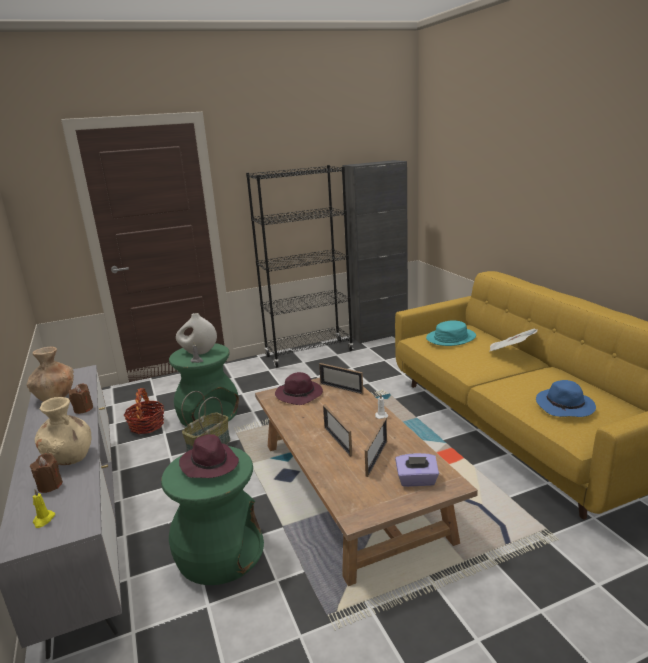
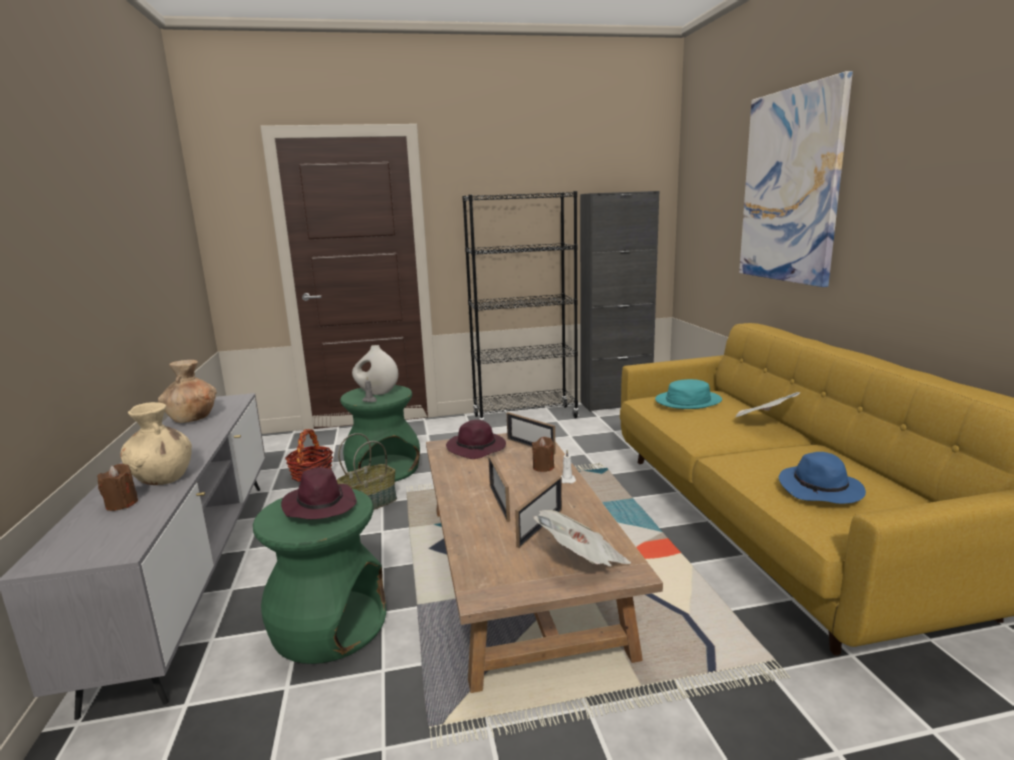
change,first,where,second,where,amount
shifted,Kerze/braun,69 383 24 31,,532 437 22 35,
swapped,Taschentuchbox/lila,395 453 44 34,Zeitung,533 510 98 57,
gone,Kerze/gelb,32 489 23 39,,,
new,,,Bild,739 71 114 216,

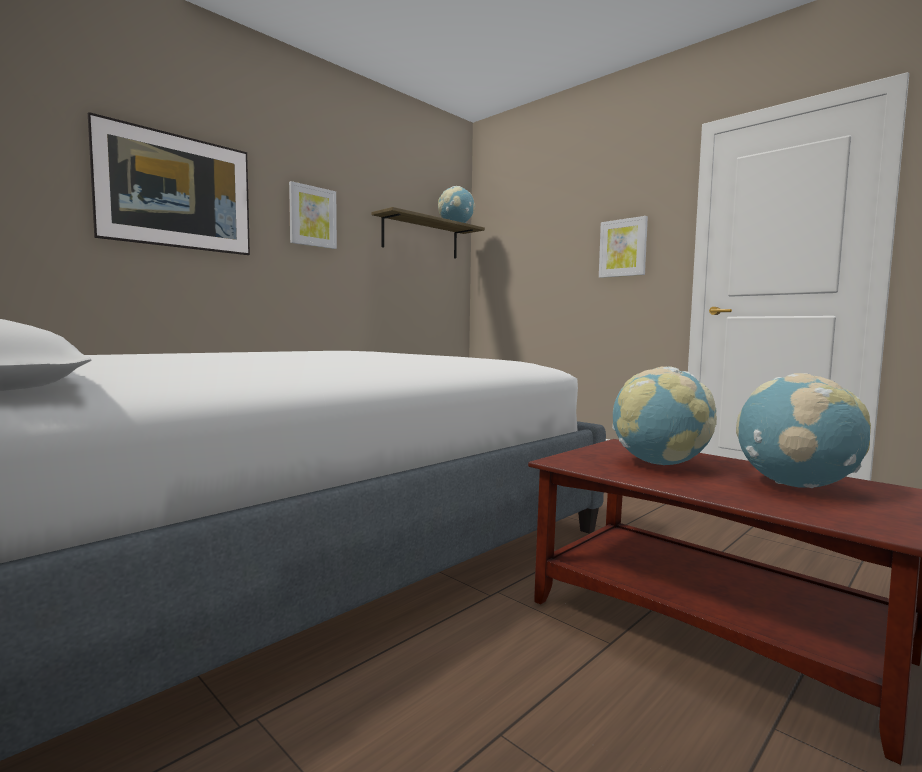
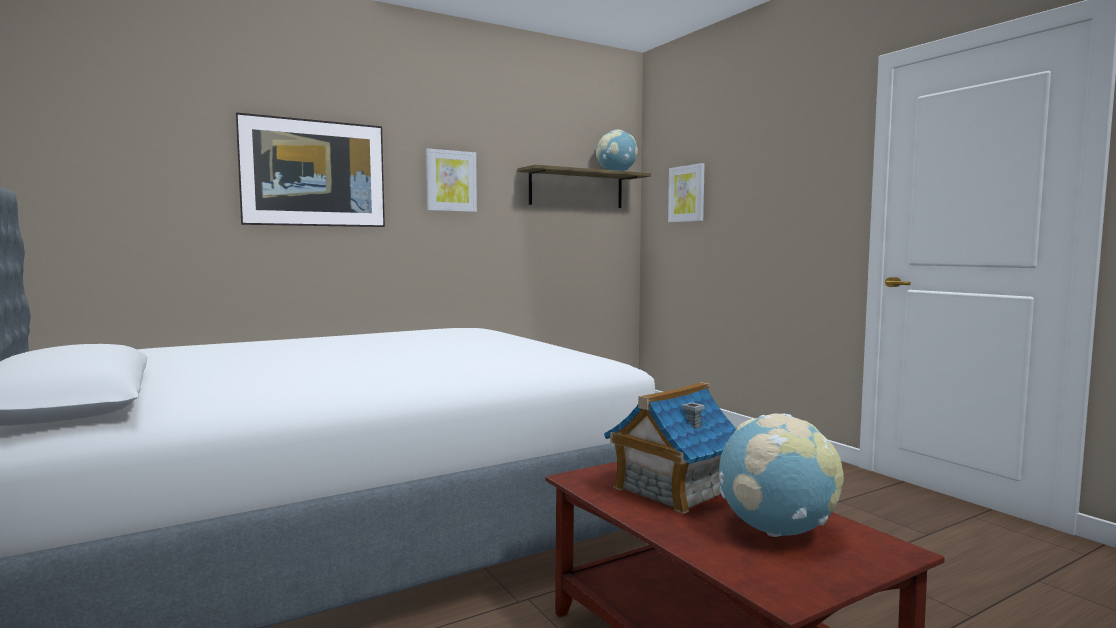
change,first,where,second,where,amount
shifted,Bild,599 216 49 62,,668 163 37 59,
swapped,Globus,612 366 105 99,Spielzeughaus,604 382 132 132,

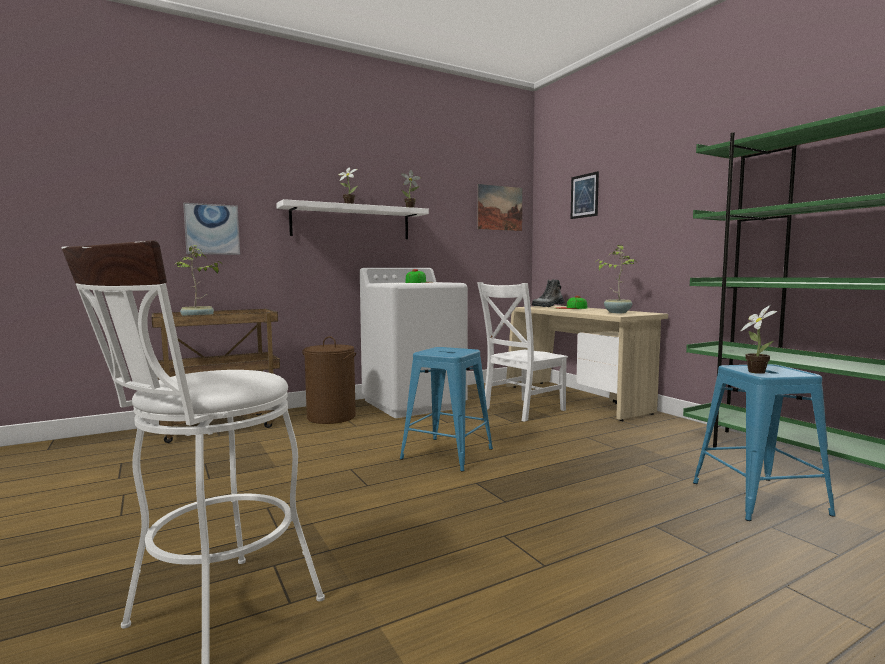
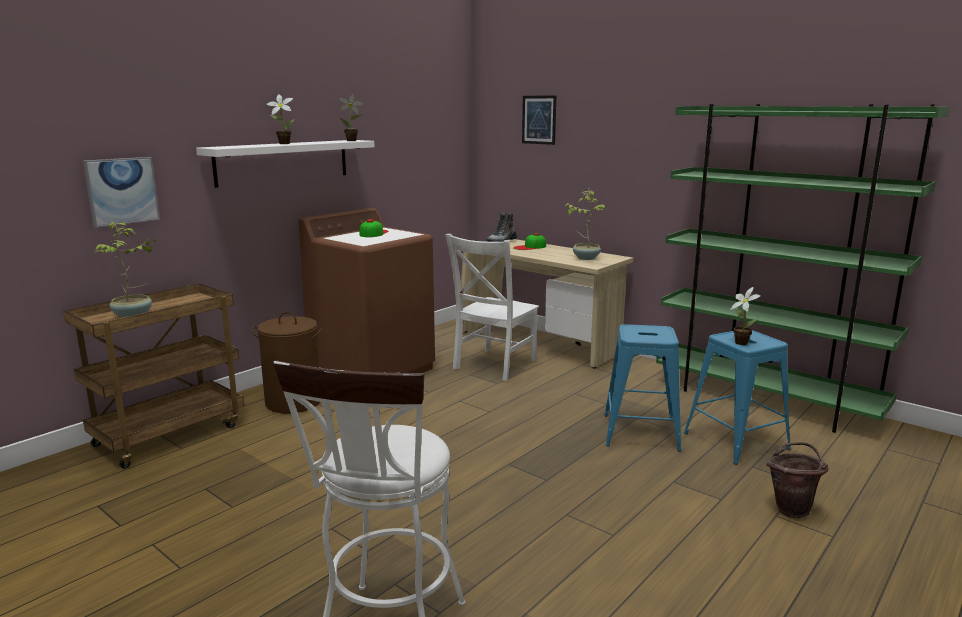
change,first,where,second,where,amount
gone,Bild,477 184 46 47,,,
repainted,Waschmaschine/weiß,360 268 108 150,Waschmaschine/braun,299 208 136 165,
shifted,Hocker/blau,400 347 93 125,,604 324 77 128,
new,,,Eimer/braun,766 442 63 77,

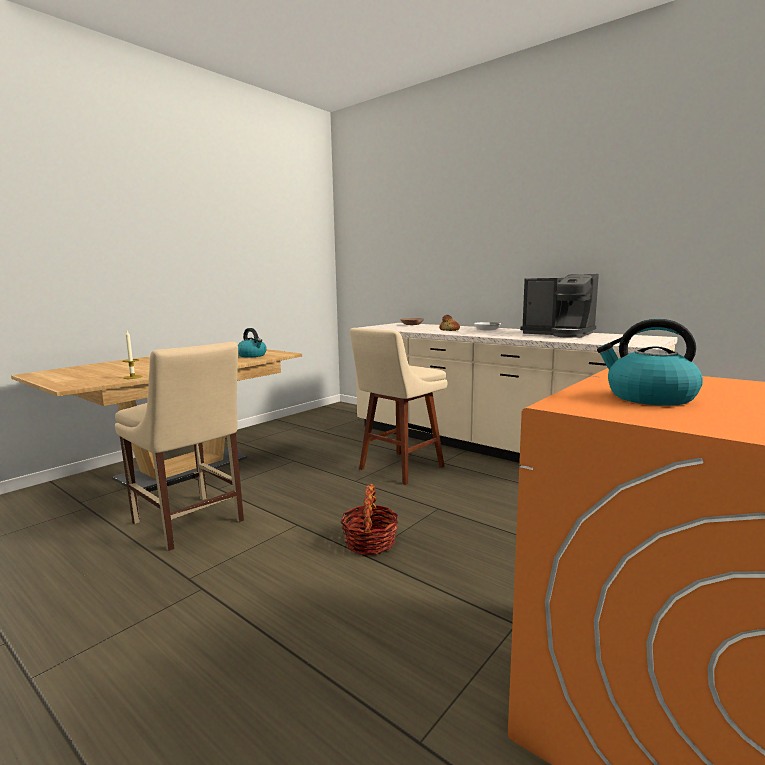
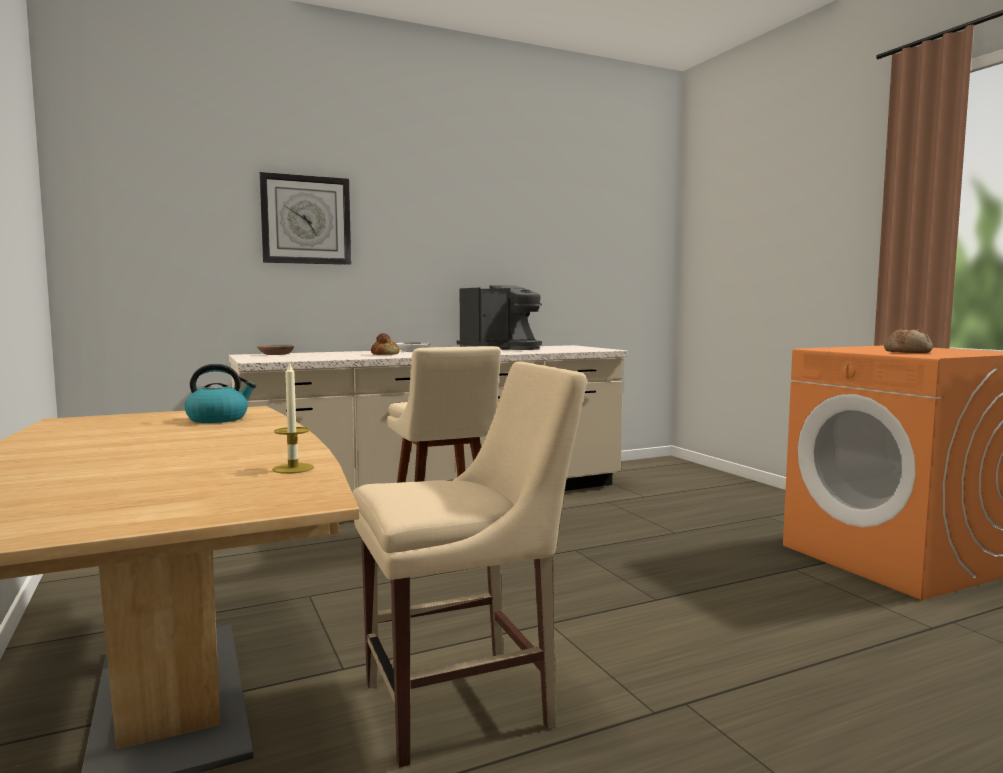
change,first,where,second,where,amount
swapped,Wasserkessel,597 319 106 87,Brot,884 329 49 24,
gone,Korb,341 484 57 71,,,
new,,,Wanduhr,260 172 91 93,

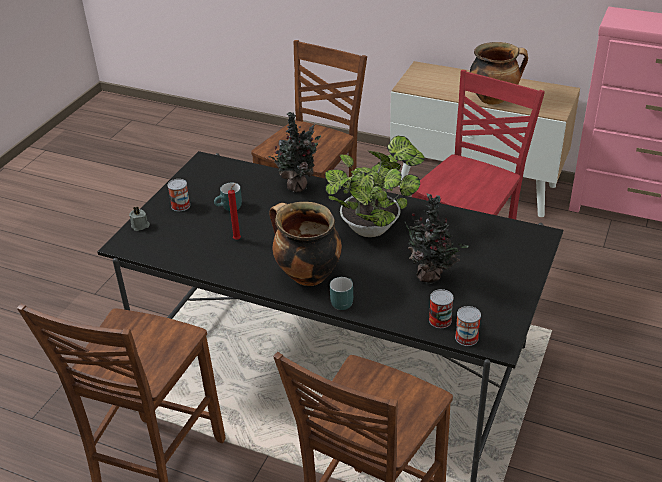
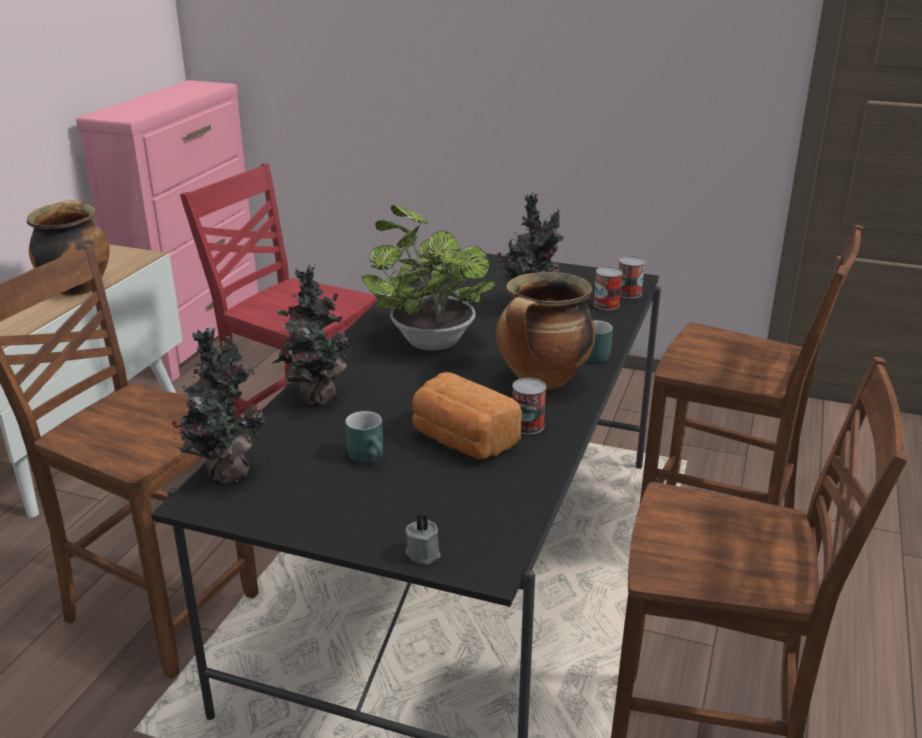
change,first,where,second,where,amount
shifted,Dose,167 179 23 32,,513 378 33 56,
swapped,Kerze/rot,228 183 13 57,Brot,412 372 110 87,
new,,,Topfpflanze,172 327 93 158,

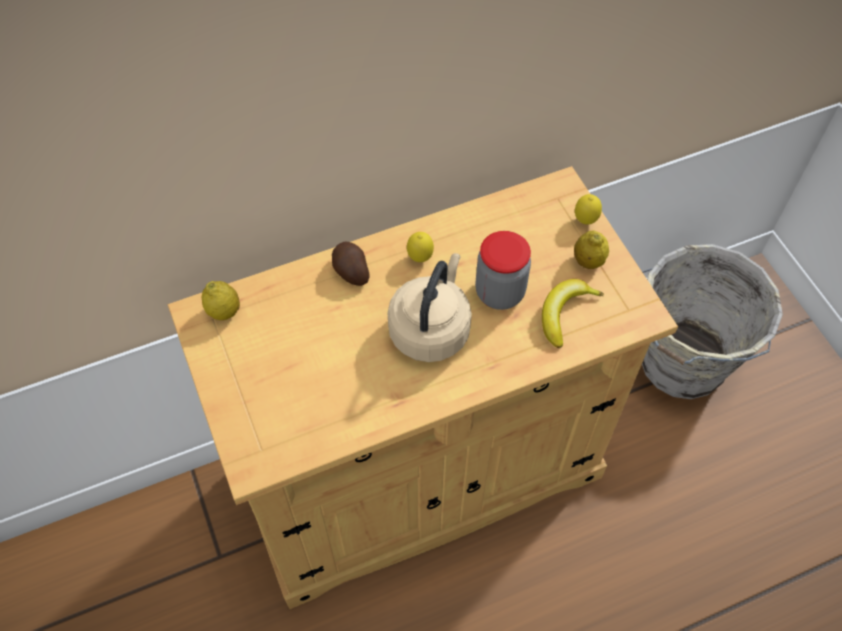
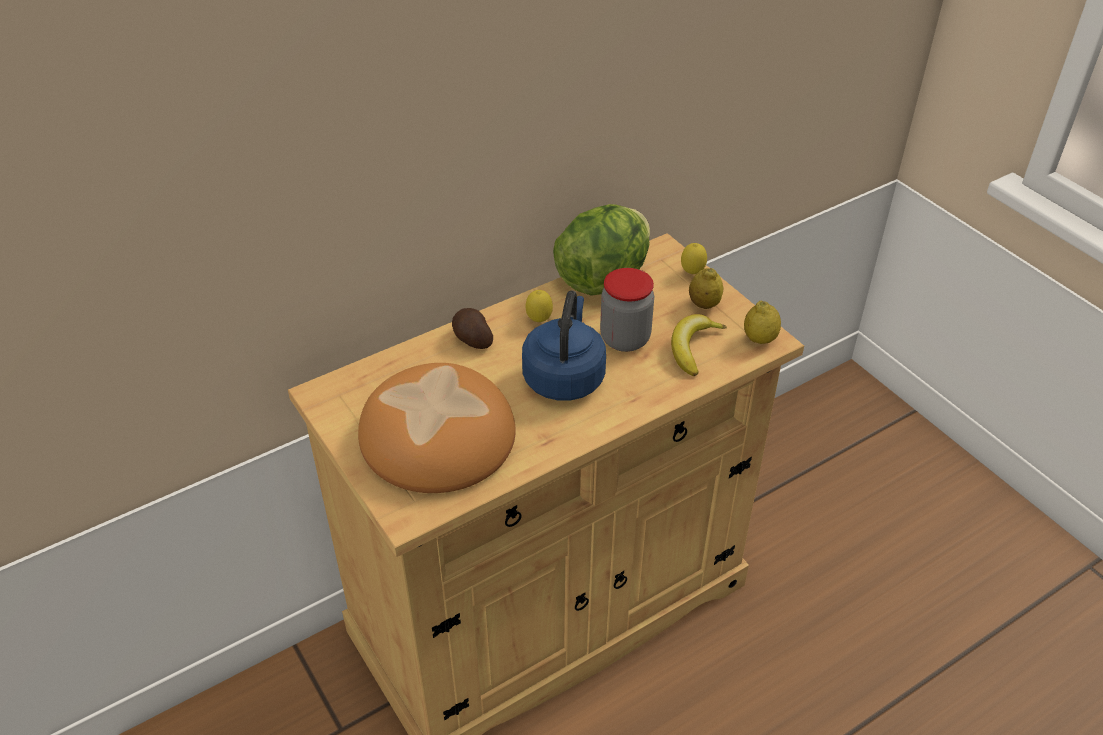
change,first,where,second,where,amount
gone,Eimer/grau,642 244 141 155,,,
repainted,Wasserkessel/beige,388 253 84 109,Wasserkessel/blau,522 291 84 110,
shifted,Zitrone,202 281 38 39,,744 301 37 43,
new,,,Salatkopf,553 204 97 92,
new,,,Brot,358 363 158 130,

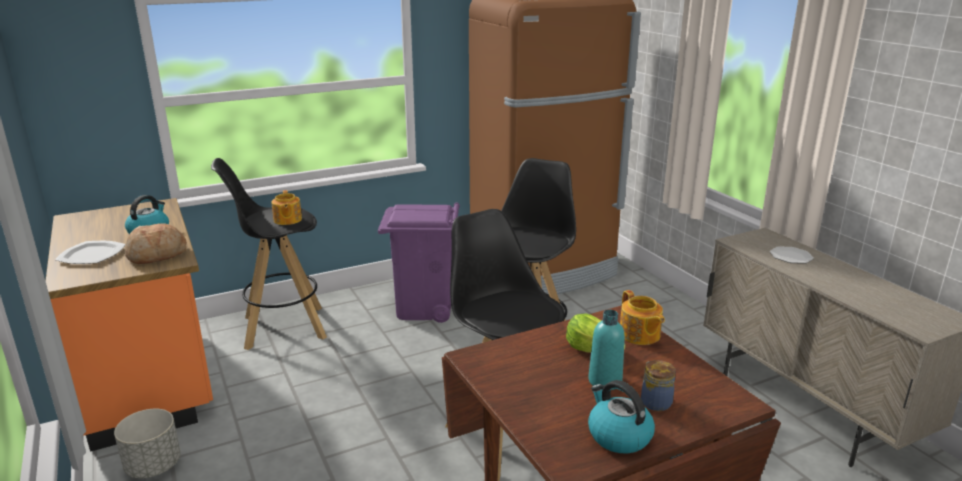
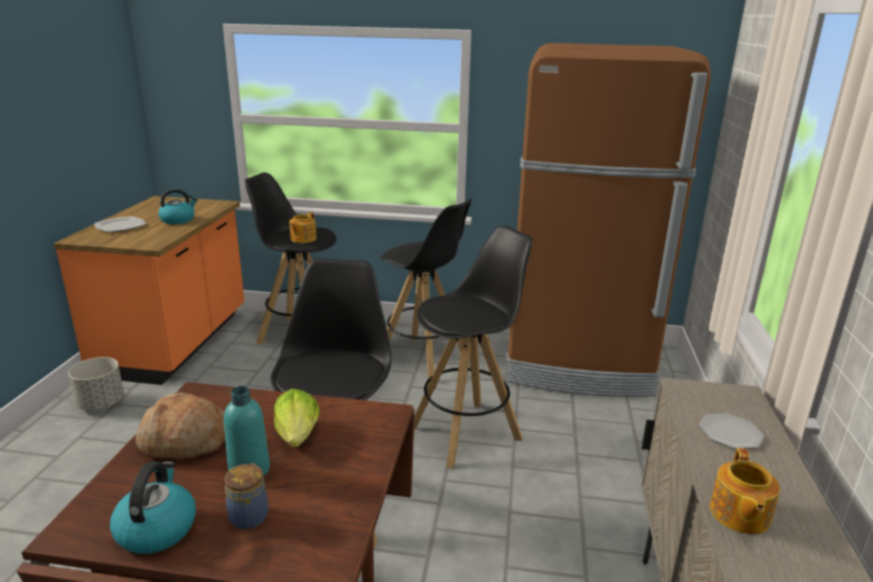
change,first,where,second,where,amount
swapped,Mülleimer/lila,378 202 82 121,Hocker/schwarz,380 198 92 185,
shifted,Brot,125 223 62 41,,136 392 89 67,
shifted,Teekanne,620 290 45 55,,710 448 70 86,

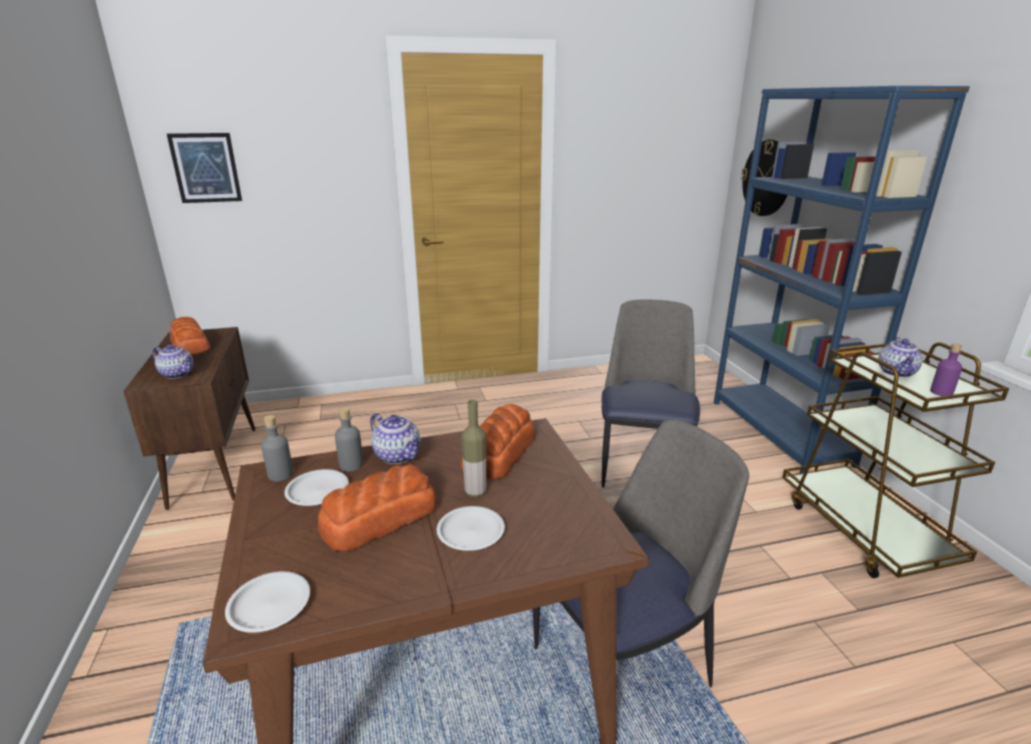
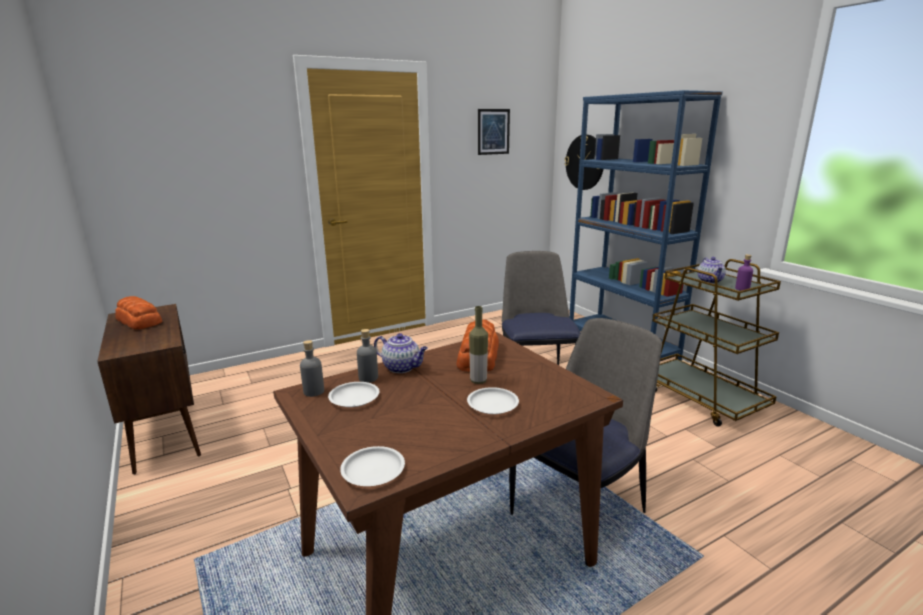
change,first,where,second,where,amount
shifted,Bild,167 133 75 70,,478 109 32 46,
gone,Teekanne,152 344 41 35,,,
gone,Brot,318 464 119 87,,,

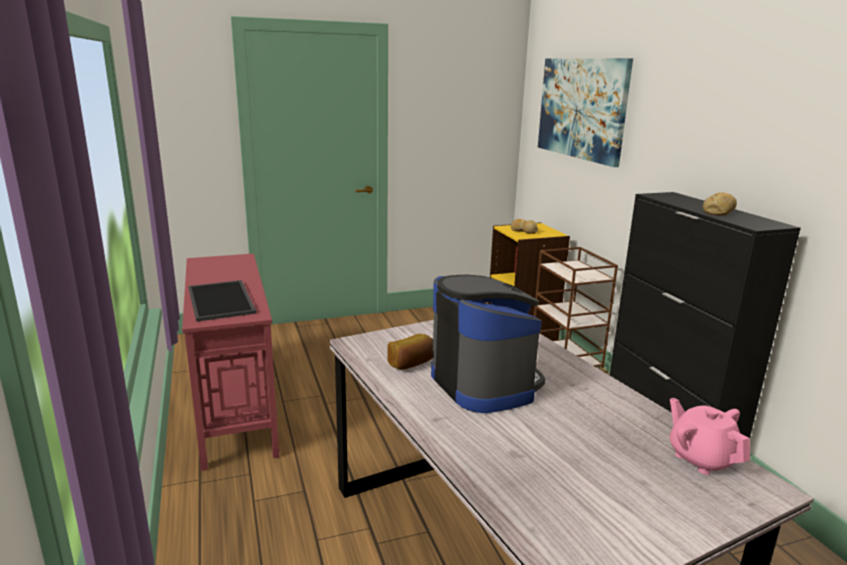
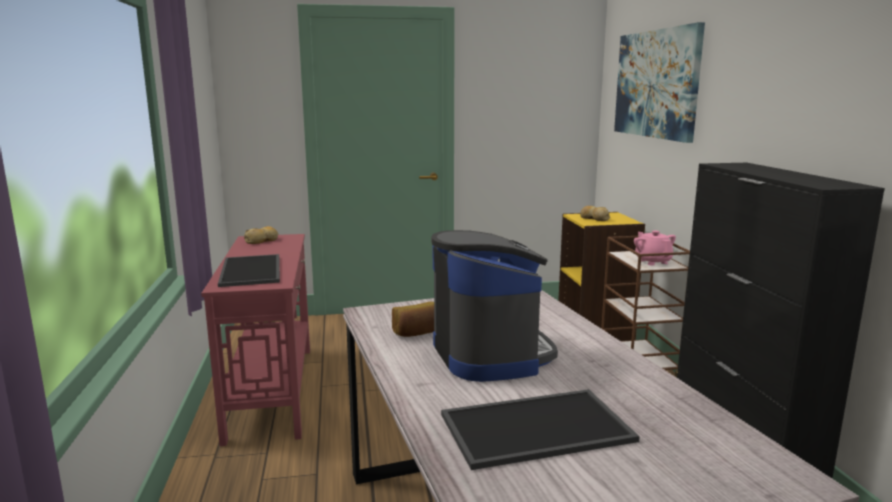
change,first,where,second,where,amount
shifted,Brot,703 193 34 22,,244 226 34 18,
shifted,Teekanne/rosa,670 398 80 77,,634 230 42 36,
new,,,Tablett,441 389 199 81,

